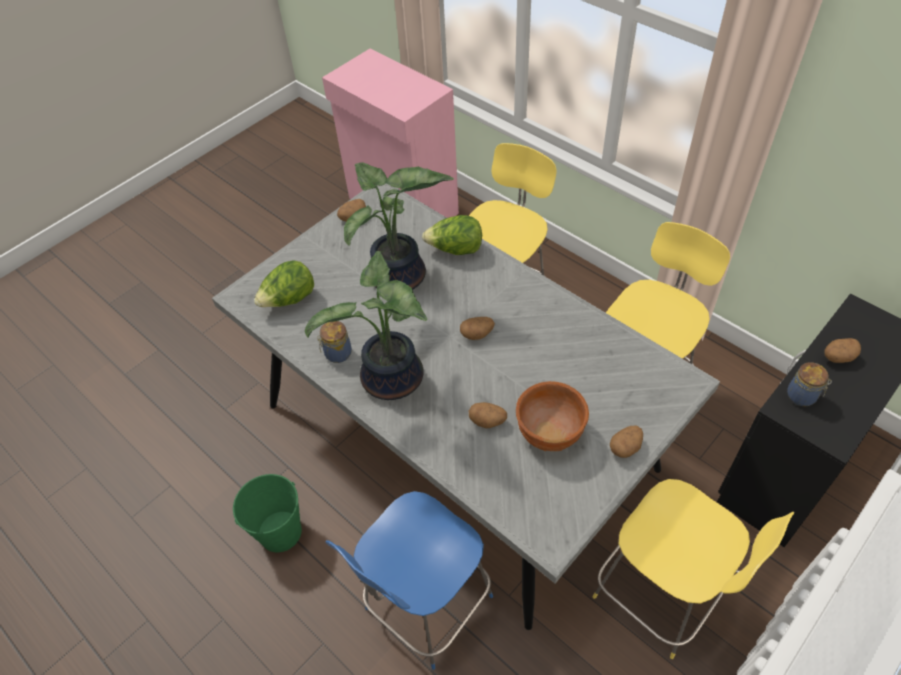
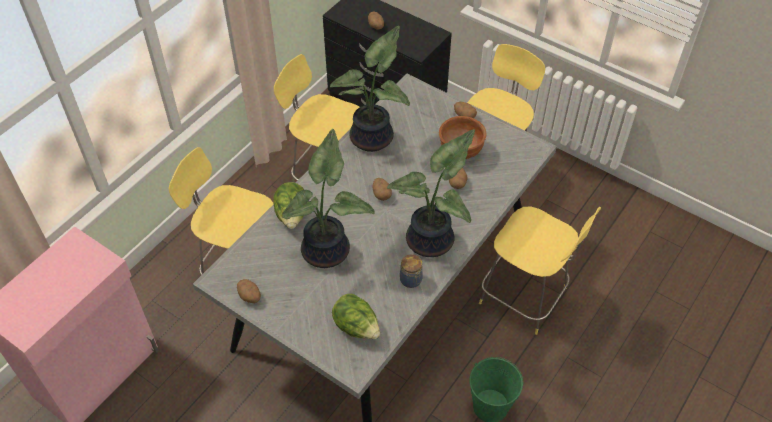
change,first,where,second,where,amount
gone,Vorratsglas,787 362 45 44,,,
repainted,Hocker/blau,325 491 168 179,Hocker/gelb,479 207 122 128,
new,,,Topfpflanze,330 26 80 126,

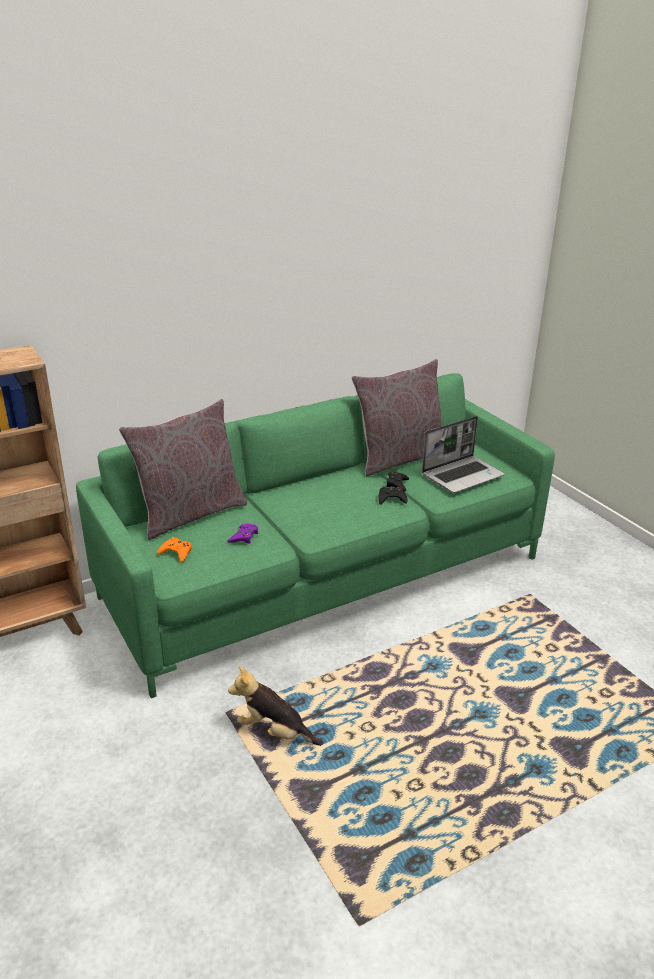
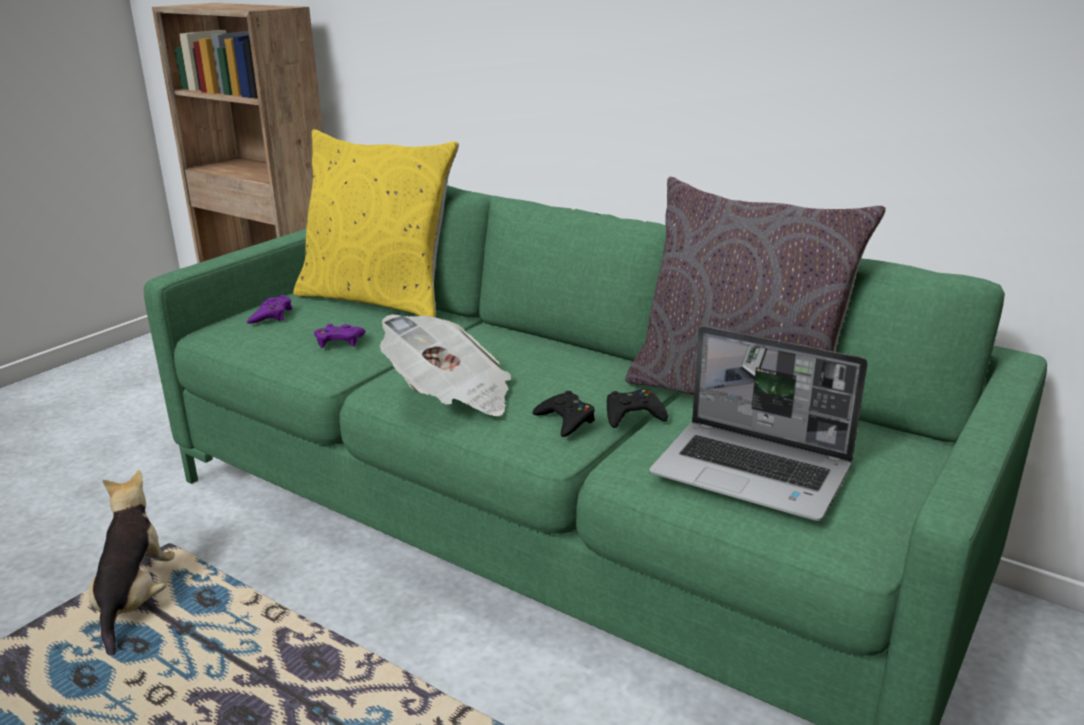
change,first,where,second,where,amount
repainted,Kissen/grau,119 399 128 141,Kissen/gelb,293 129 166 189,
repainted,Gamepad/orange,157 537 35 26,Gamepad/lila,247 295 45 29,
new,,,Zeitung,380 314 131 102,

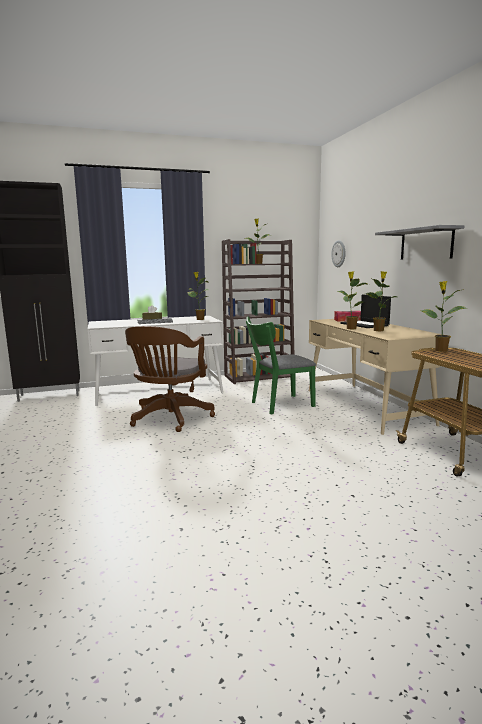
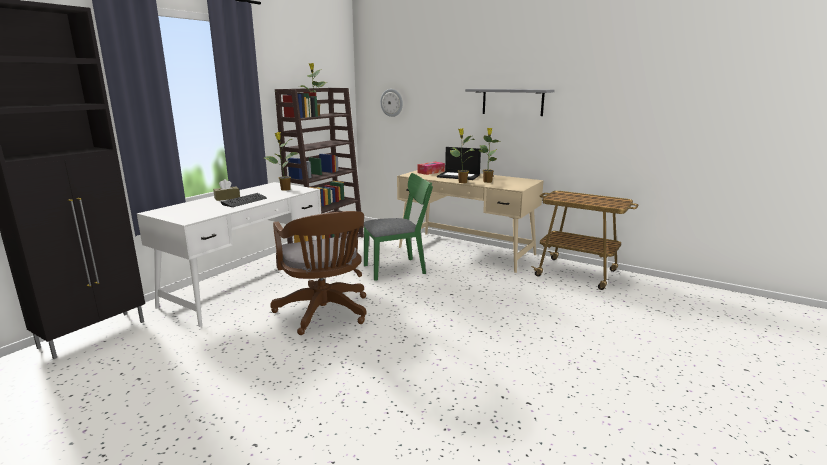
change,first,where,second,where,amount
gone,Topfpflanze,421 281 46 71,,,
rotated,Stuhl/grün,246 317 70 97,,364 173 69 108,135 degrees counterclockwise

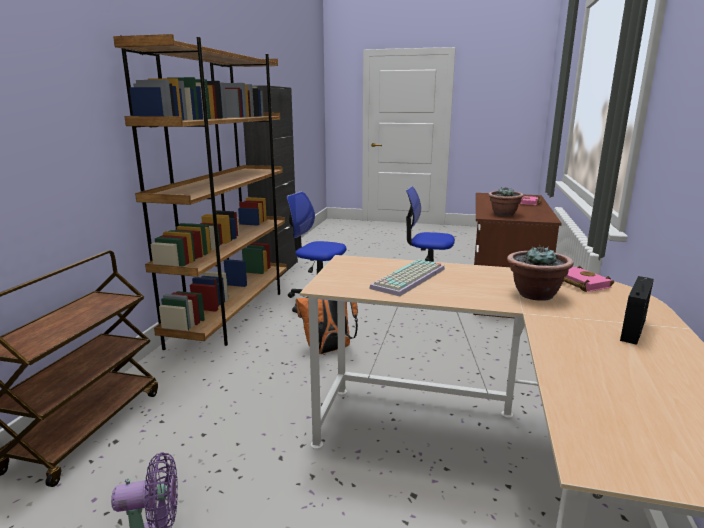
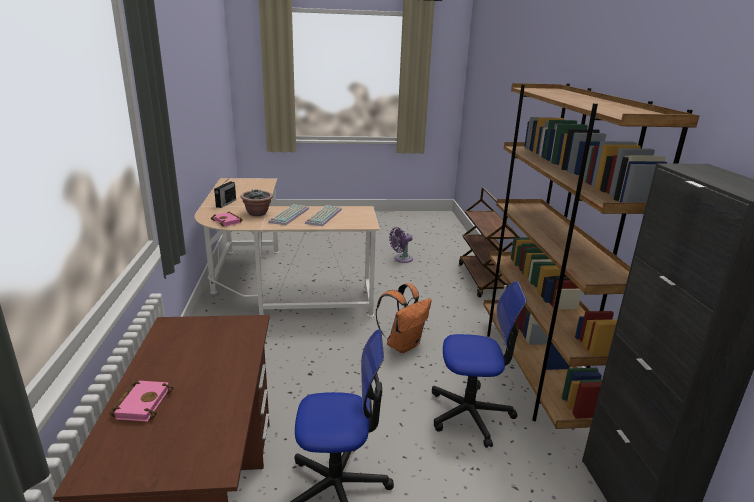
change,first,where,second,where,amount
gone,Topfpflanze,488 187 36 29,,,
new,,,Tastatur,269 204 40 21,

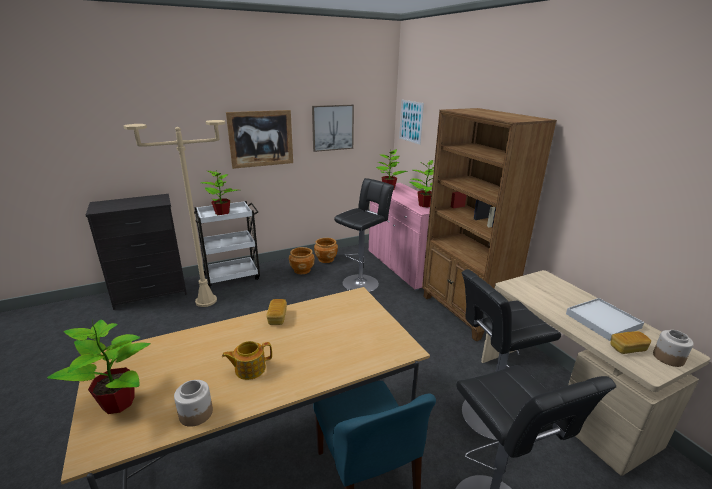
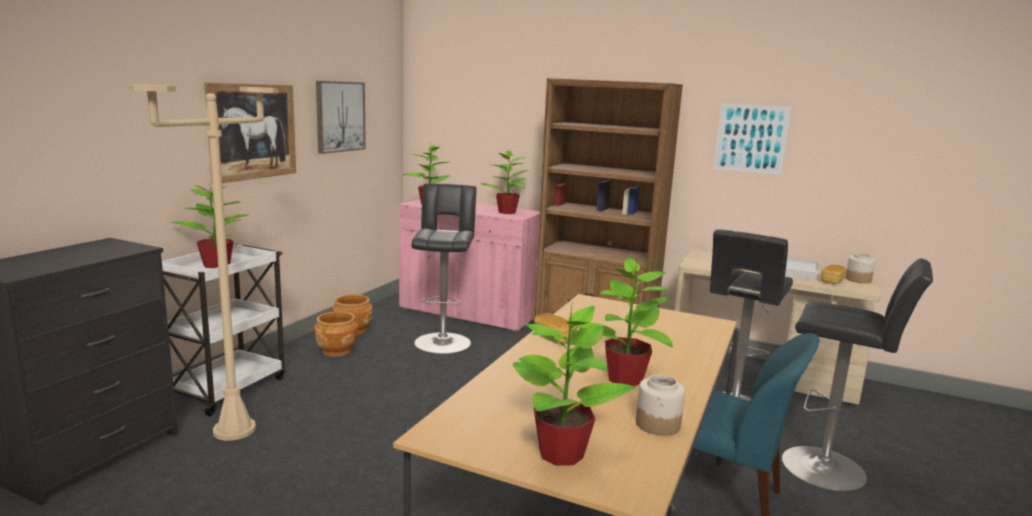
change,first,where,second,where,amount
shifted,Bild,399 100 25 45,,713 103 78 72,
swapped,Teekanne,222 341 50 39,Topfpflanze,586 258 87 128,

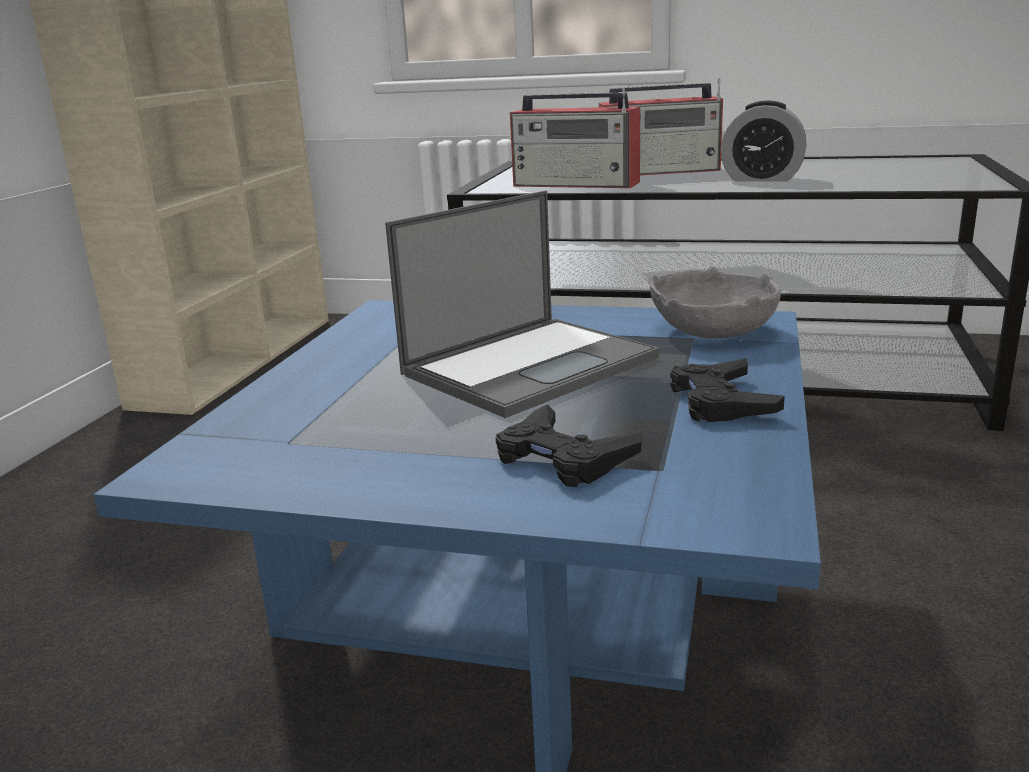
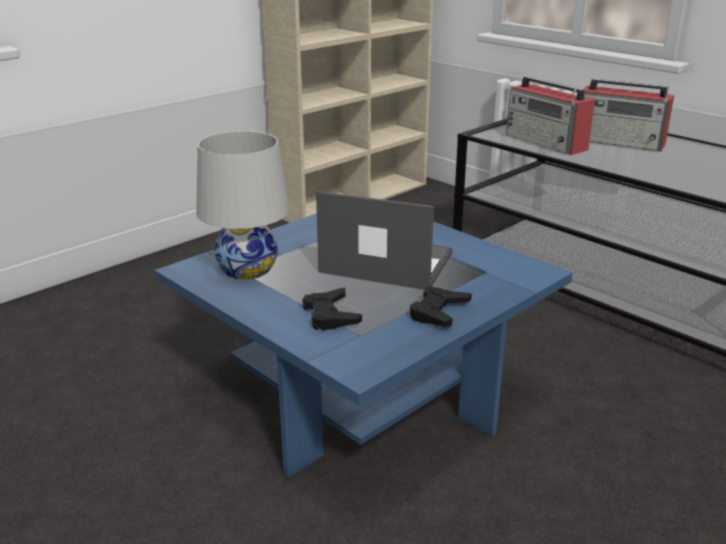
change,first,where,second,where,amount
gone,Wecker,721 100 86 82,,,
rotated,Laptop,385 190 274 228,,316 191 137 98,150 degrees counterclockwise
gone,Schüssel/grau,650 266 131 73,,,
new,,,Tischlampe/weiß,196 131 93 148,

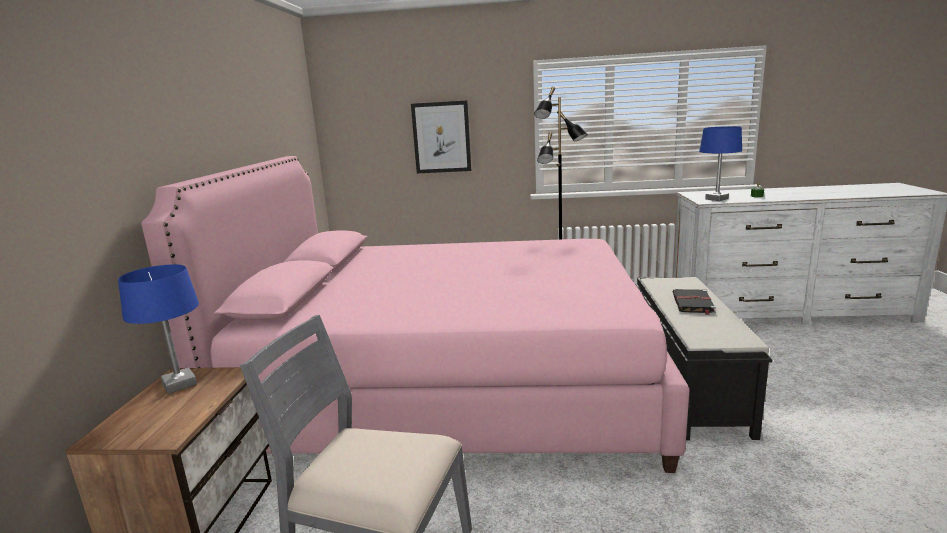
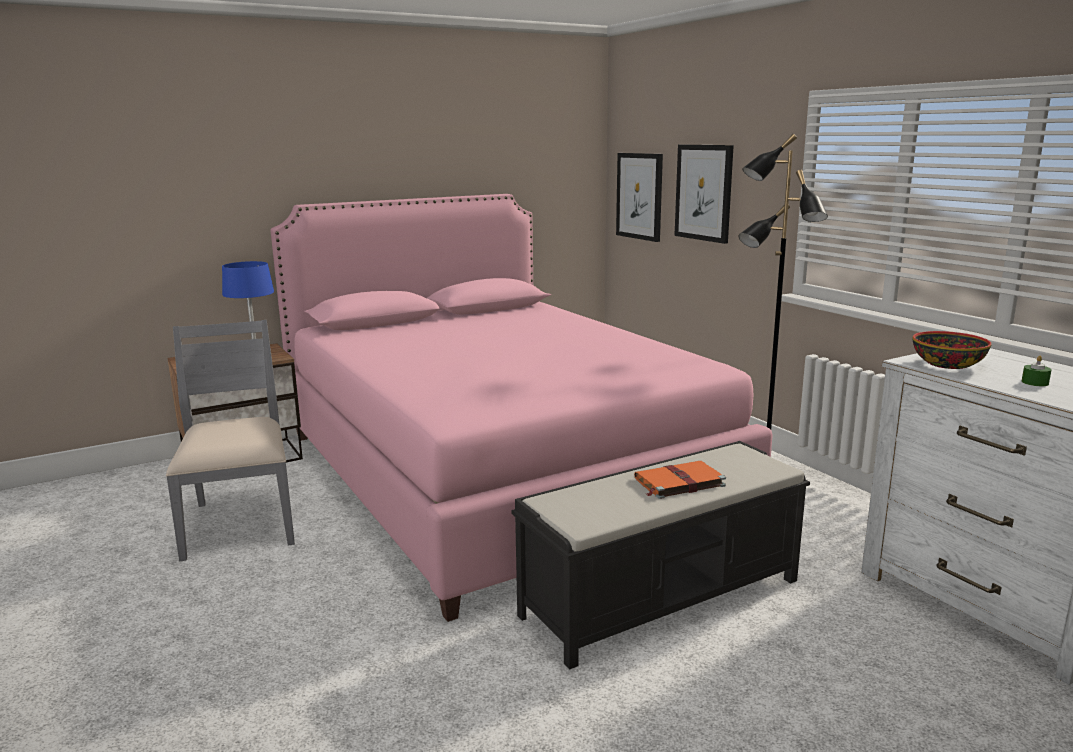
change,first,where,second,where,amount
swapped,Tischlampe/blau,699 126 43 75,Schüssel,913 331 78 38,
repainted,Buch/schwarz,672 289 44 26,Buch/orange,634 461 92 38,
new,,,Bild,616 153 47 89,

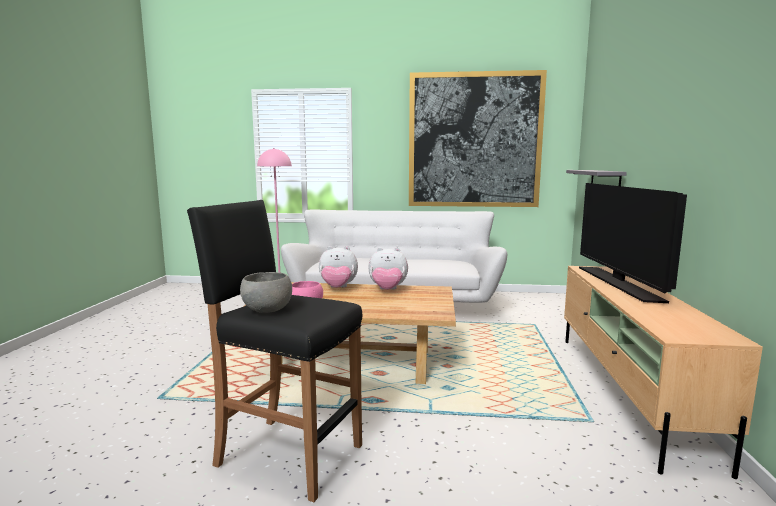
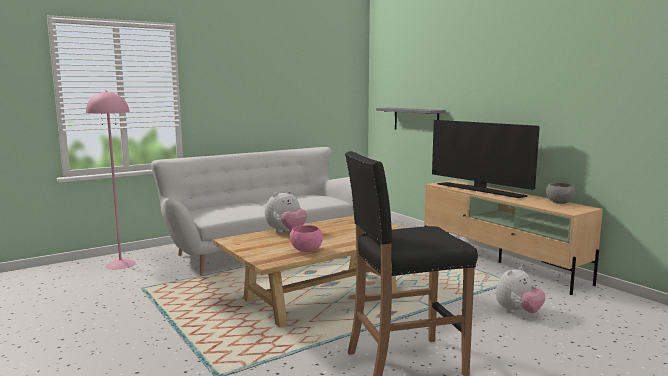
change,first,where,second,where,amount
gone,Bild,409 70 138 137,,,
shifted,Plüschtier,368 247 40 43,,496 267 50 46,
shifted,Schüssel/grau,240 272 52 41,,546 183 29 21,

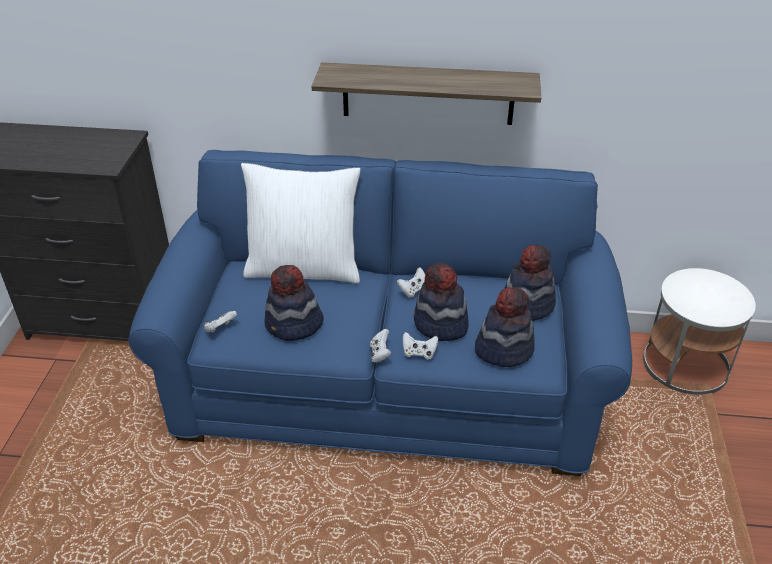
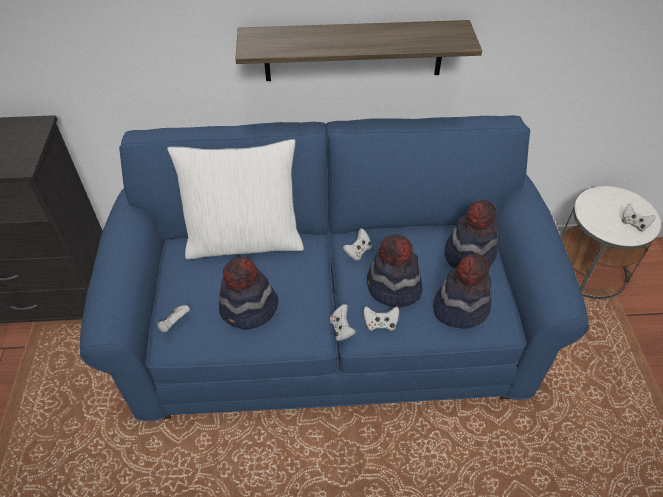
change,first,where,second,where,amount
new,,,Gamepad/weiß,622 204 34 27,

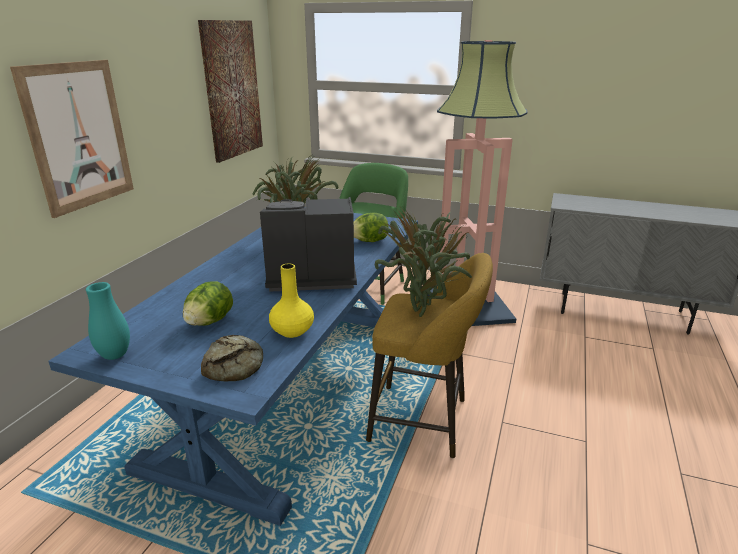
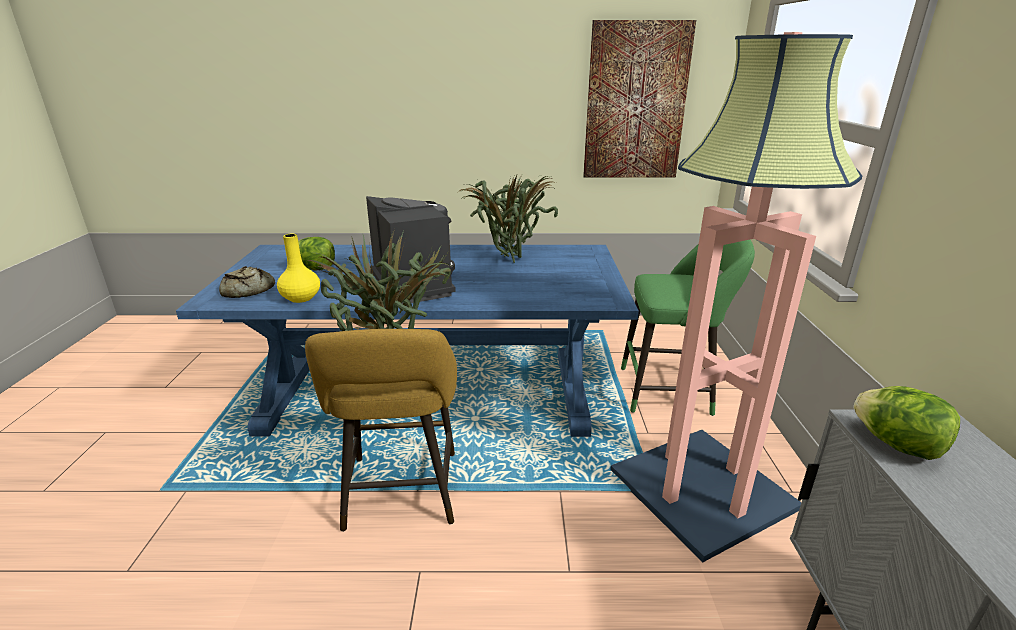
change,first,where,second,where,amount
gone,Bild,10 60 124 158,,,
shifted,Salatkopf,354 213 34 29,,853 386 107 74,
gone,Vase/türkis,86 282 44 78,,,

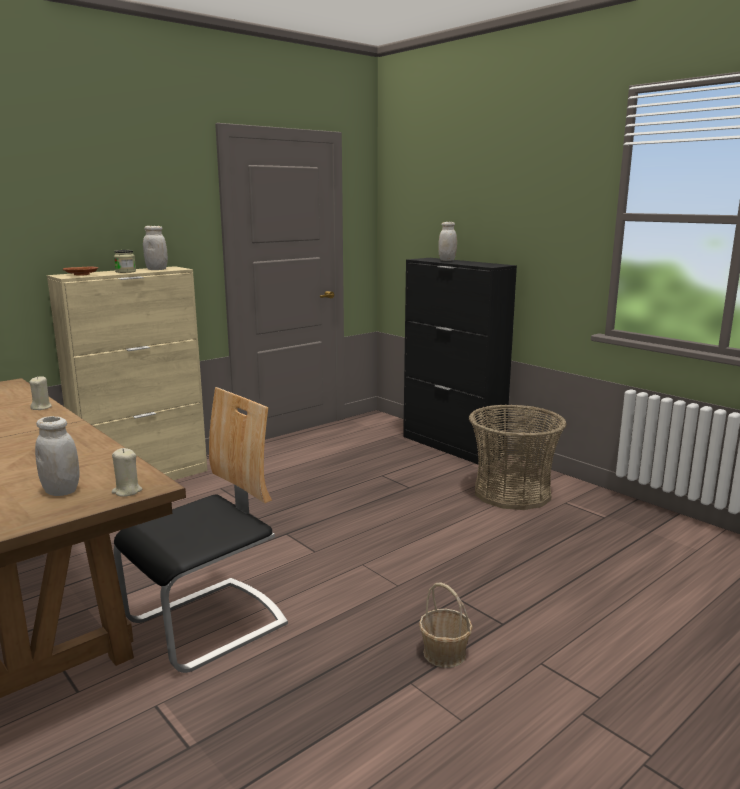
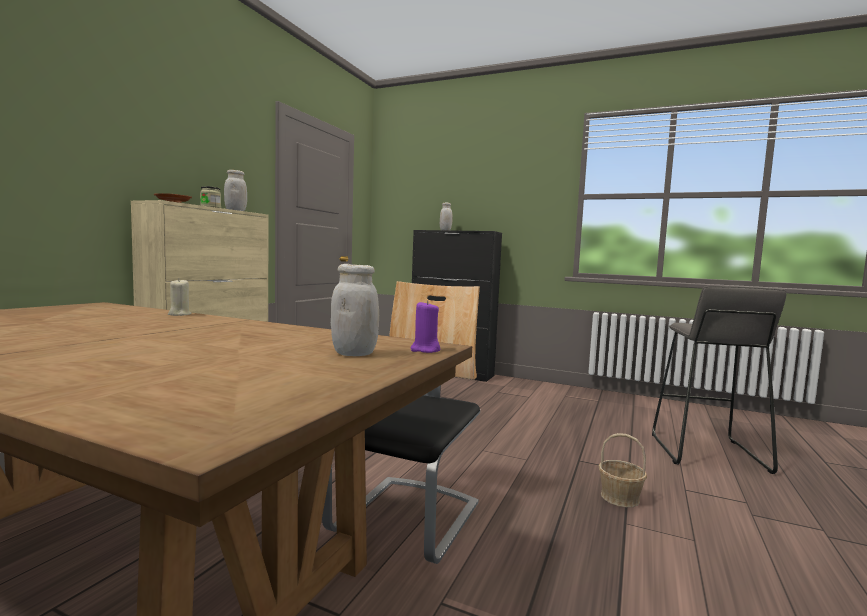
change,first,where,second,where,amount
gone,Korb,469 404 98 106,,,
repainted,Kerze/beige,111 448 31 49,Kerze/lila,411 300 29 53,
new,,,Hocker/grau,652 286 134 188,

